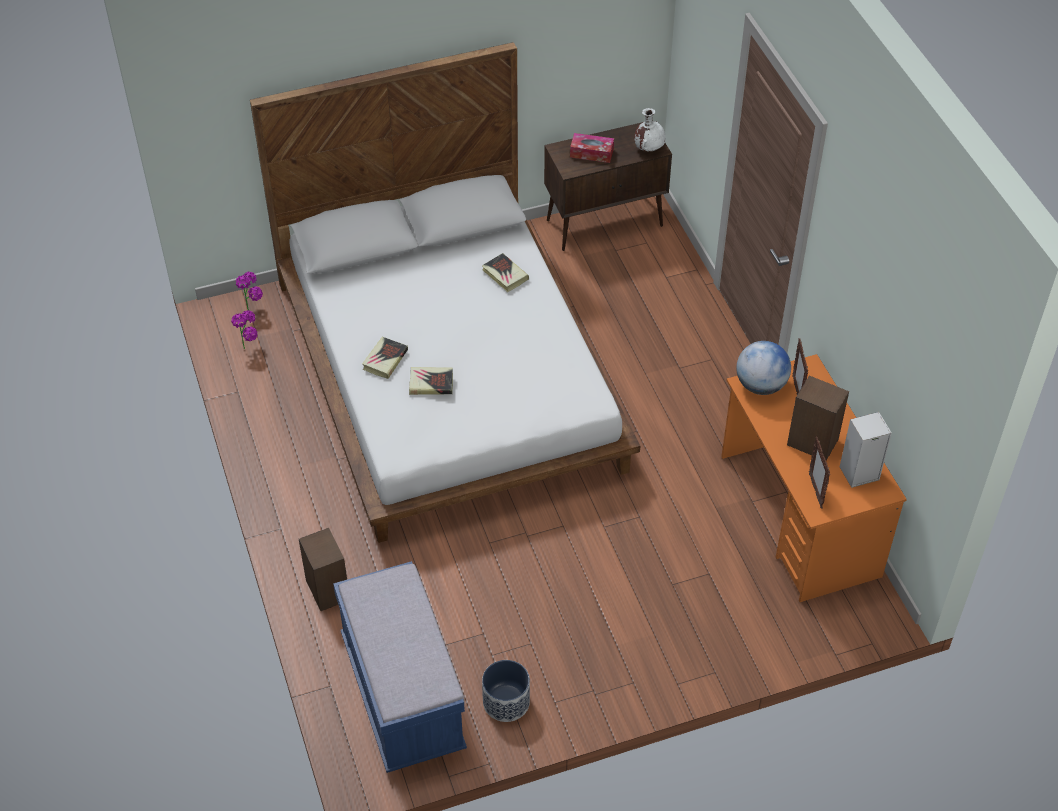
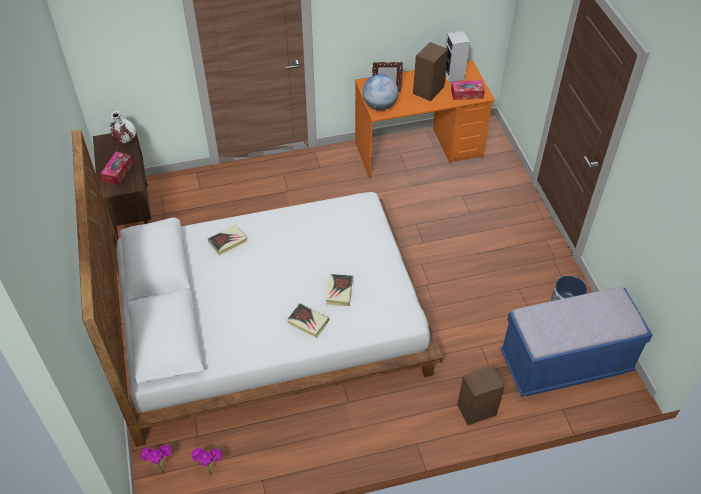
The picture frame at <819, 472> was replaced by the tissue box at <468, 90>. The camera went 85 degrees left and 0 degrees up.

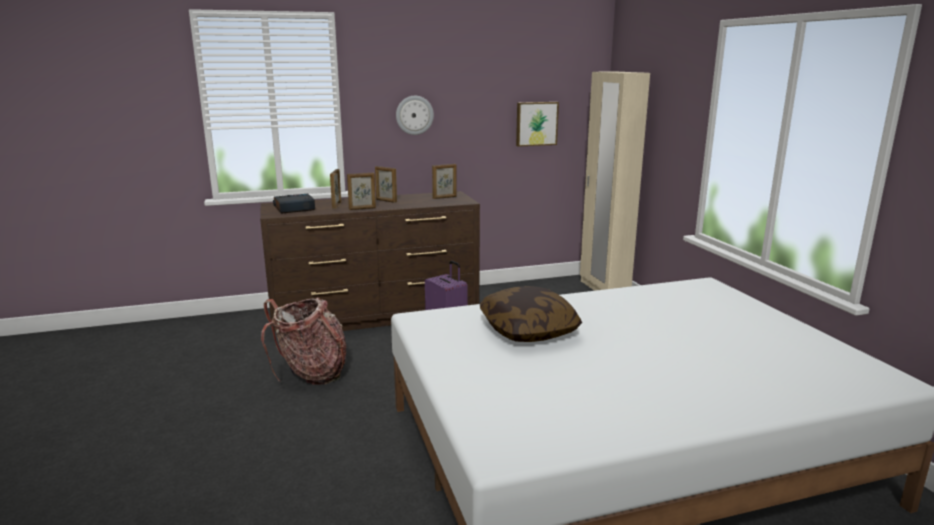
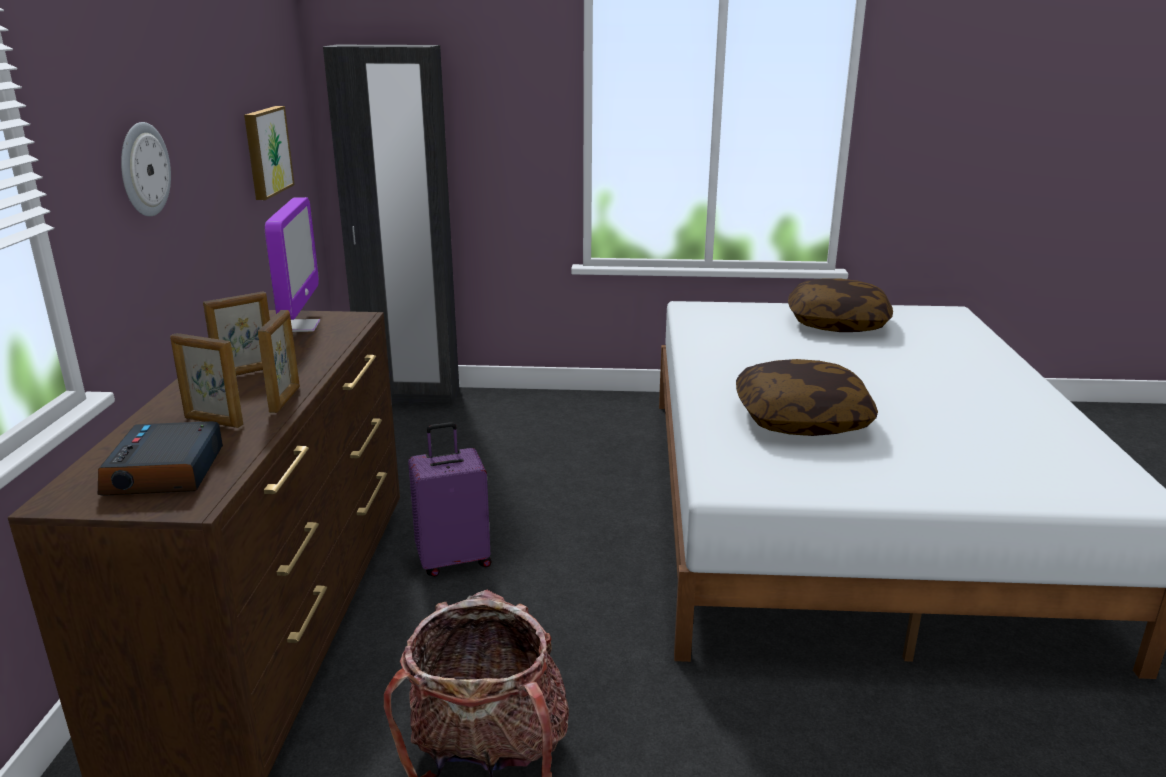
The picture frame at <444, 181> was replaced by the computer display at <292, 264>. The clothes cupboard/beige-coloured at <615, 181> became the clothes cupboard/black at <391, 225>. The throw pillow at <840, 305> appeared. The camera went 70 degrees left and 5 degrees up.

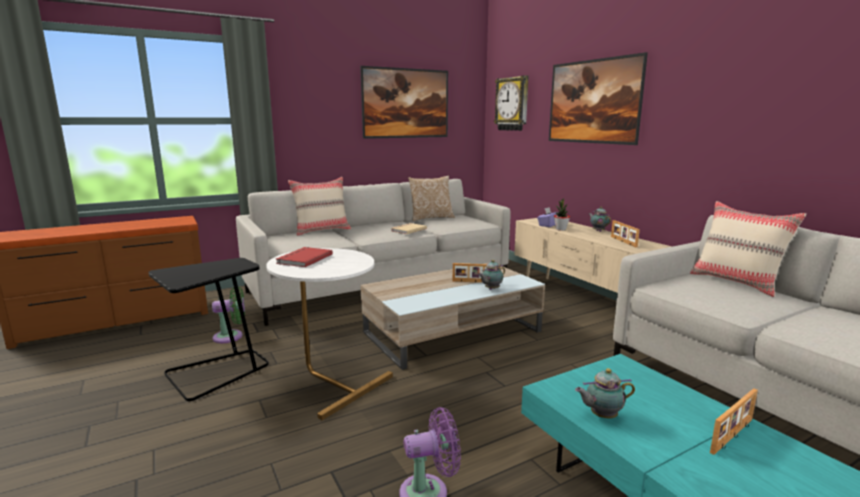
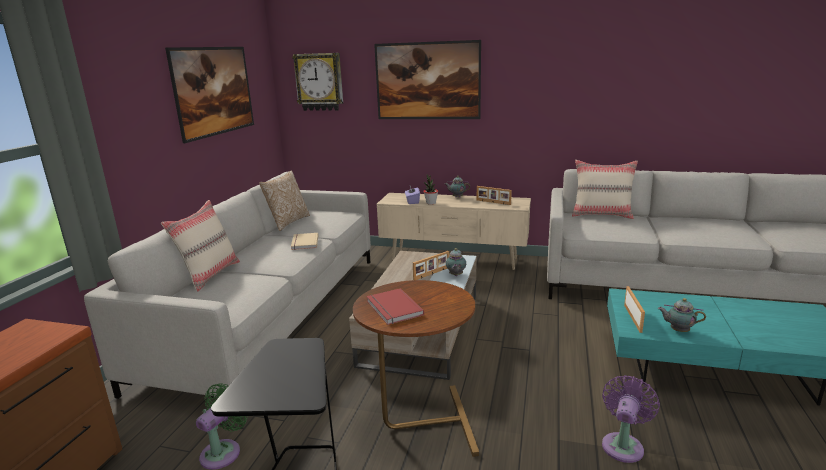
The end table/white at <329, 334> became the end table/brownish at <416, 368>. The teapot at <605, 393> turned 75 degrees clockwise. The picture frame moved from <734, 421> to <634, 309>. The camera went 45 degrees left and 5 degrees up.

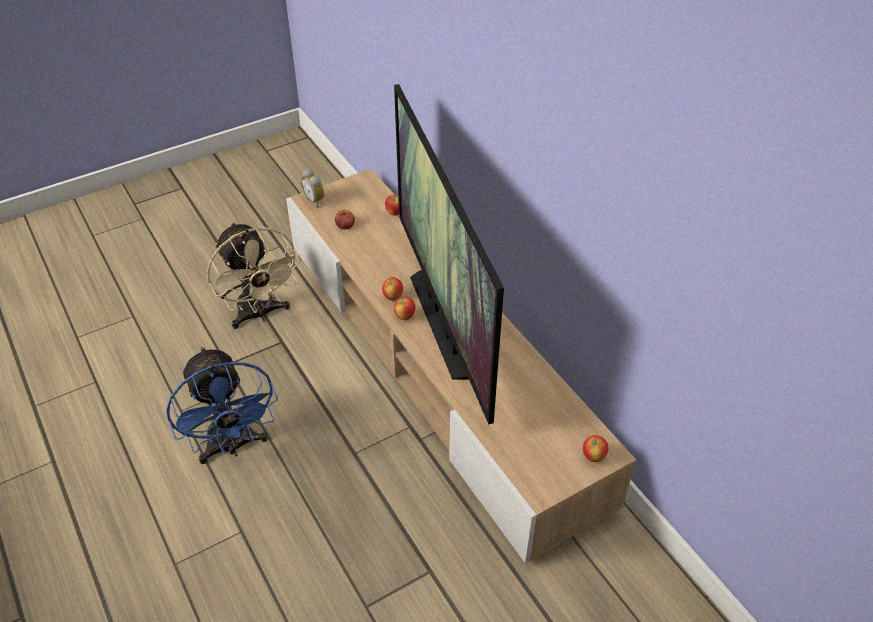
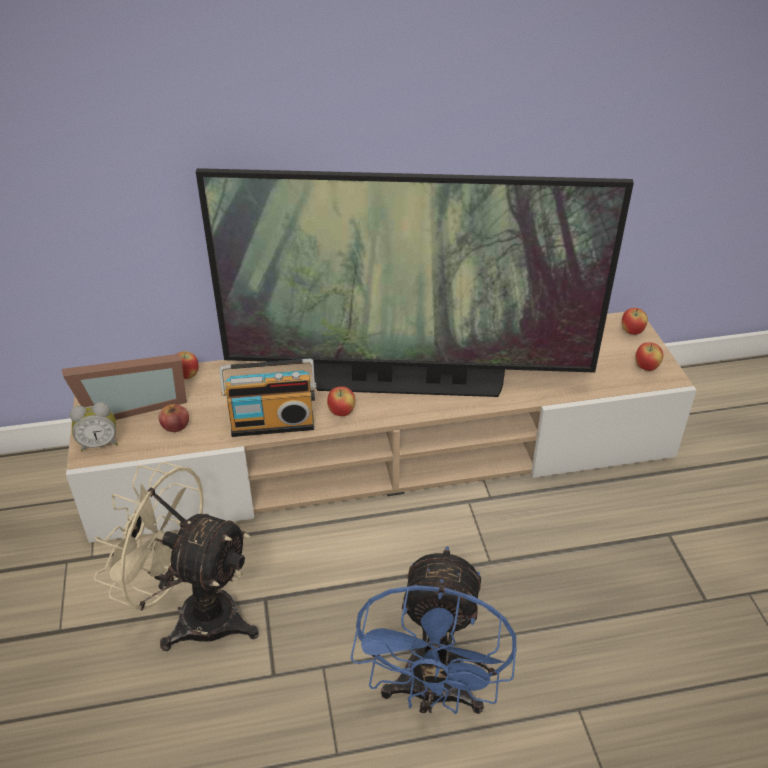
The fan/bluish at <222, 405> turned 105 degrees clockwise. The fan/beige-coloured at <254, 275> turned 150 degrees counterclockwise. The apple fruit moved from <405, 308> to <649, 356>. The picture frame at <124, 387> appeared. The radio set at <268, 398> appeared. The camera went 70 degrees left and 5 degrees down.

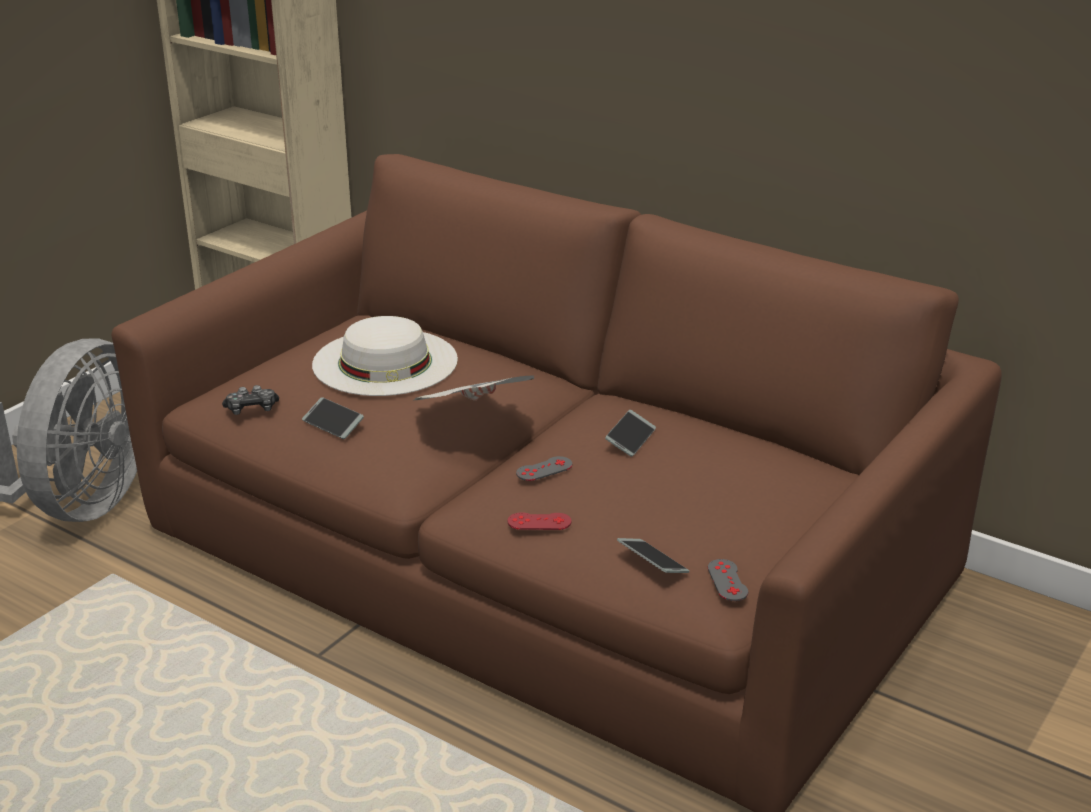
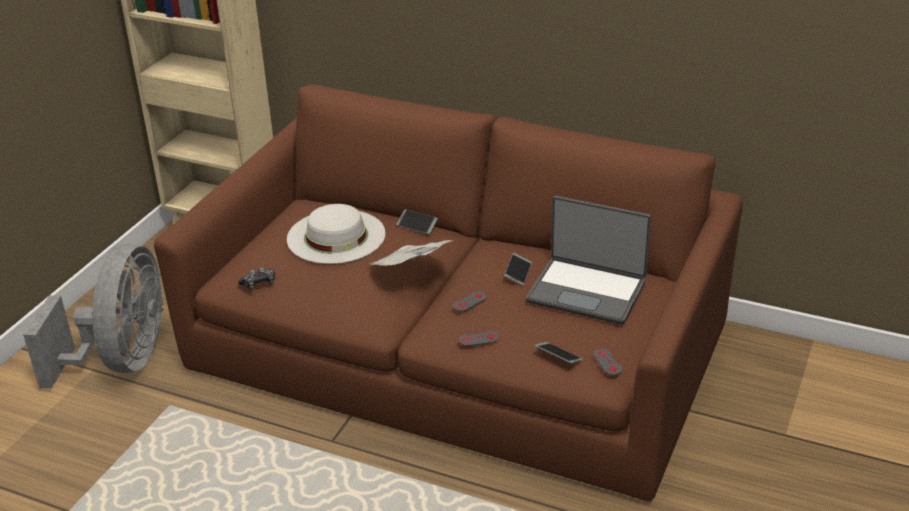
The phone moved from <333, 418> to <417, 221>. The gamepad/red at <539, 521> became the gamepad/grey at <479, 338>. The laptop at <588, 260> appeared. The camera went 10 degrees left and 5 degrees up.

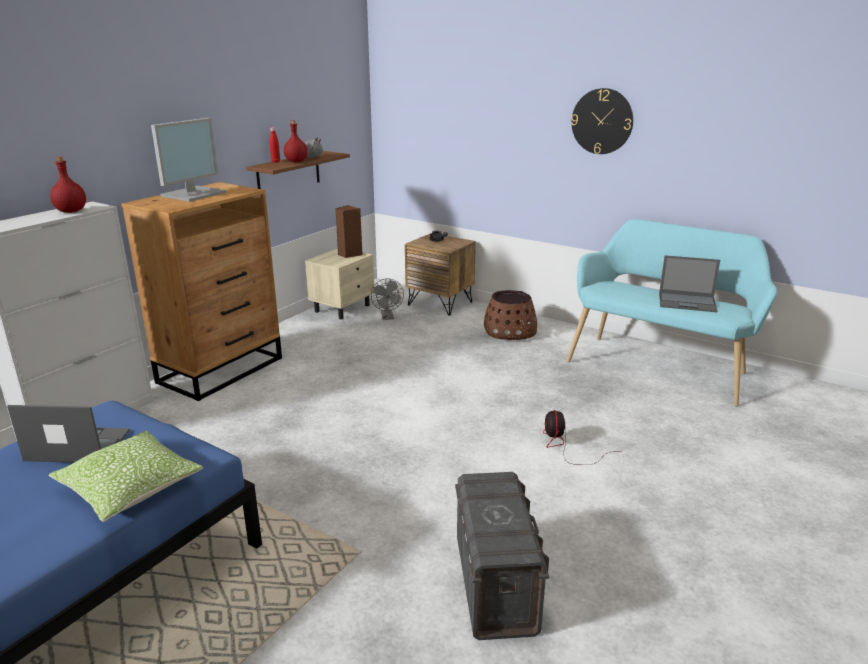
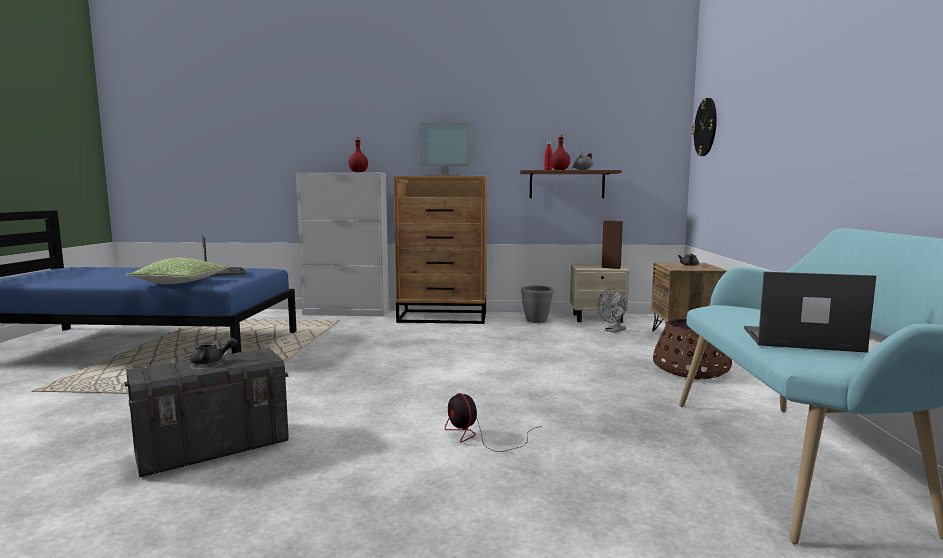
The fan at <579, 437> turned 90 degrees counterclockwise. The clock on the wall moved from <602, 121> to <704, 127>. The laptop at <689, 283> turned 120 degrees clockwise. The teapot/grey at <213, 351> appeared. The planter/grey at <537, 304> appeared. The camera went 60 degrees right and 15 degrees down.

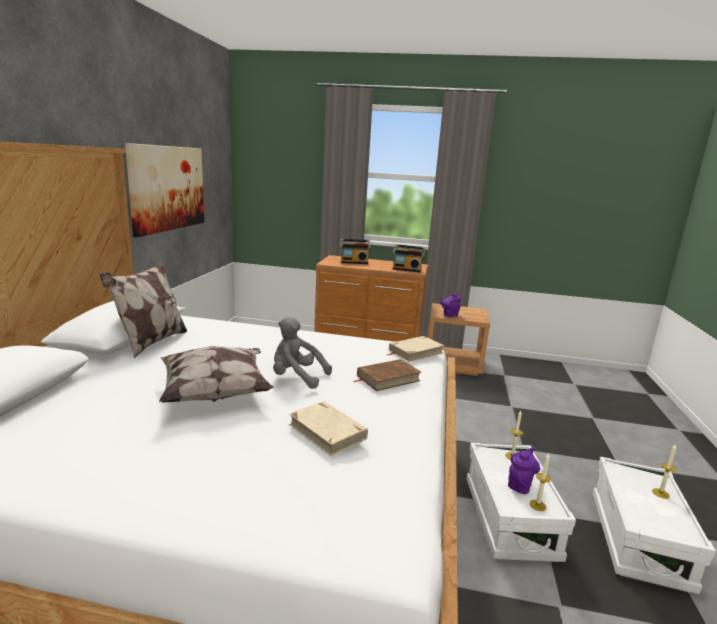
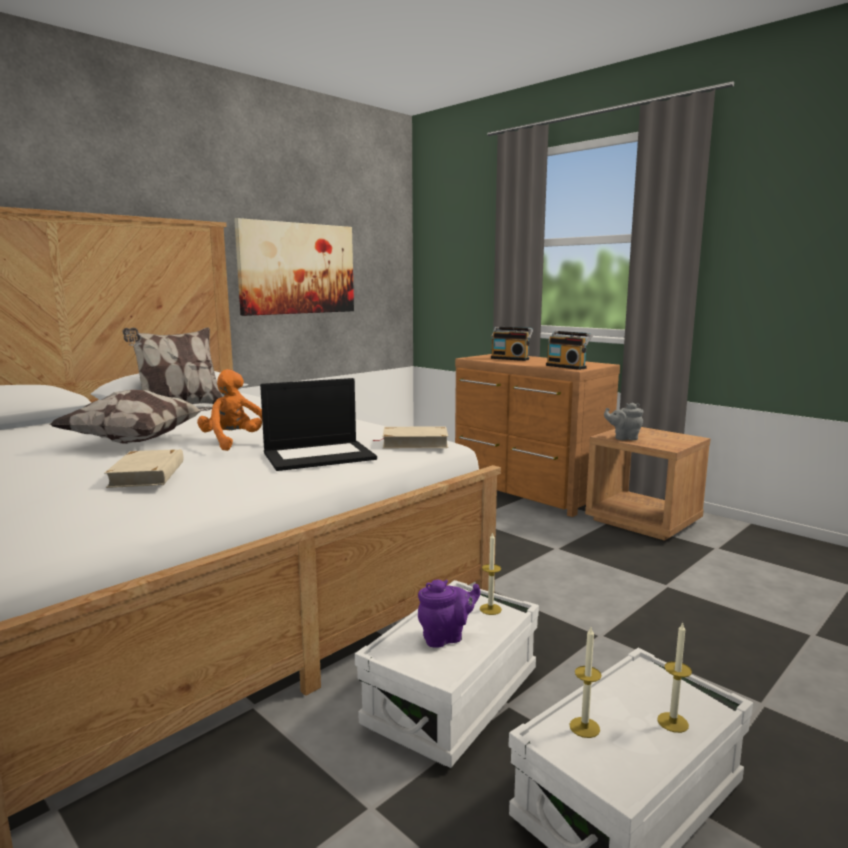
The soft toy/grey at <302, 353> became the soft toy/orangey at <229, 410>. The book/brownish at <387, 375> was replaced by the laptop at <318, 424>. The teapot/purple-coloured at <450, 305> became the teapot/grey at <623, 421>. The wax candle moved from <540, 482> to <586, 682>. The camera went 35 degrees right and 5 degrees down.

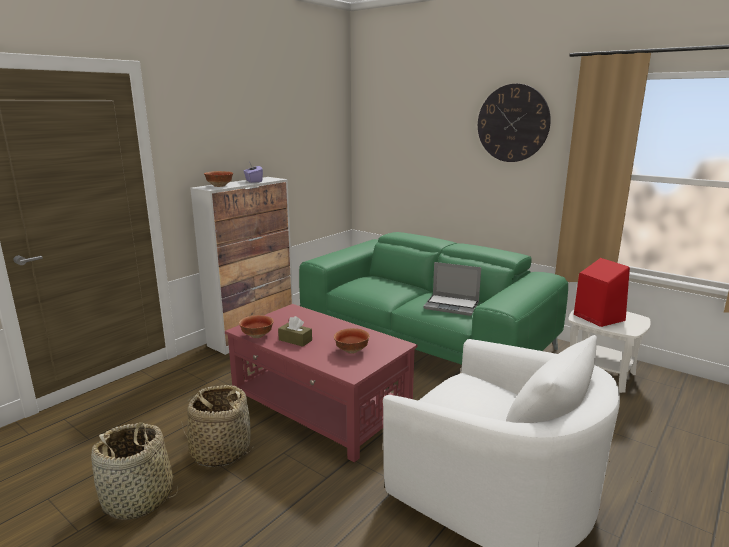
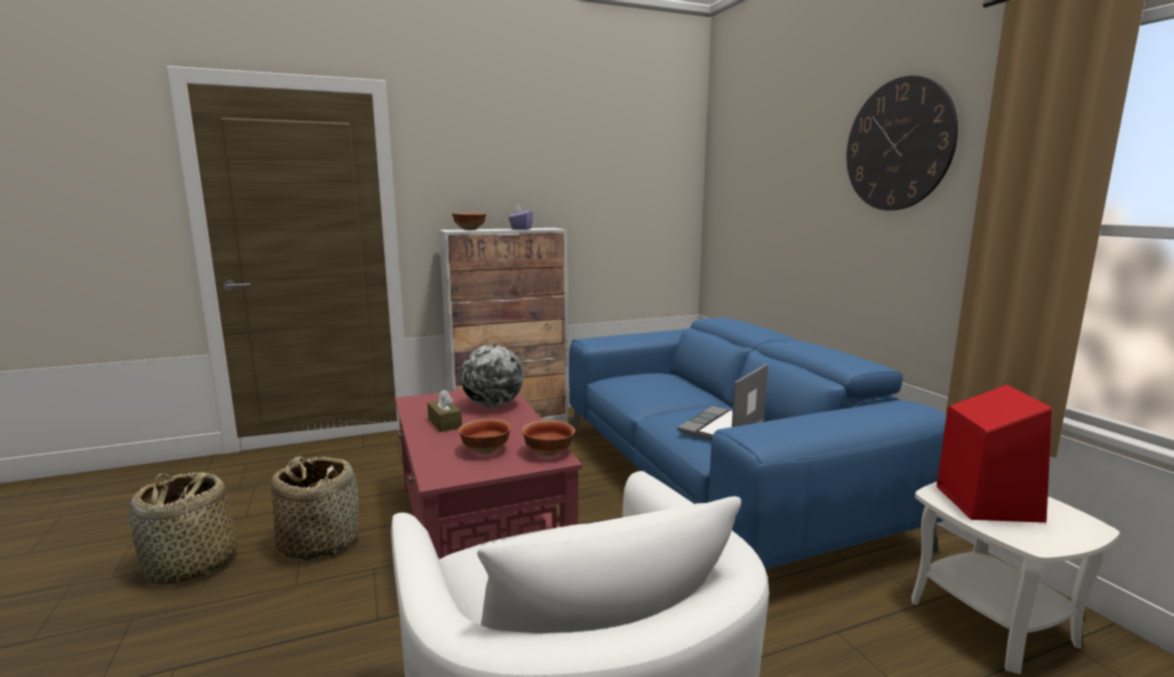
The bowl moved from <256, 326> to <548, 438>. The couch/green-coloured at <433, 298> became the couch/bluish at <758, 443>. The laptop at <452, 289> turned 75 degrees clockwise. The desk globe at <492, 376> appeared. The camera went 30 degrees right and 5 degrees down.

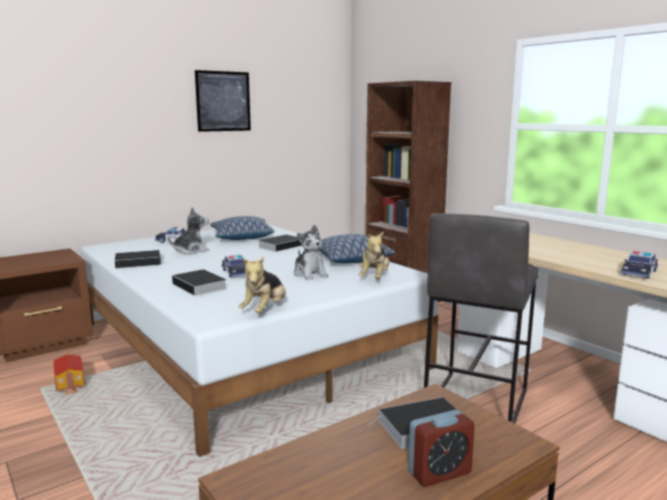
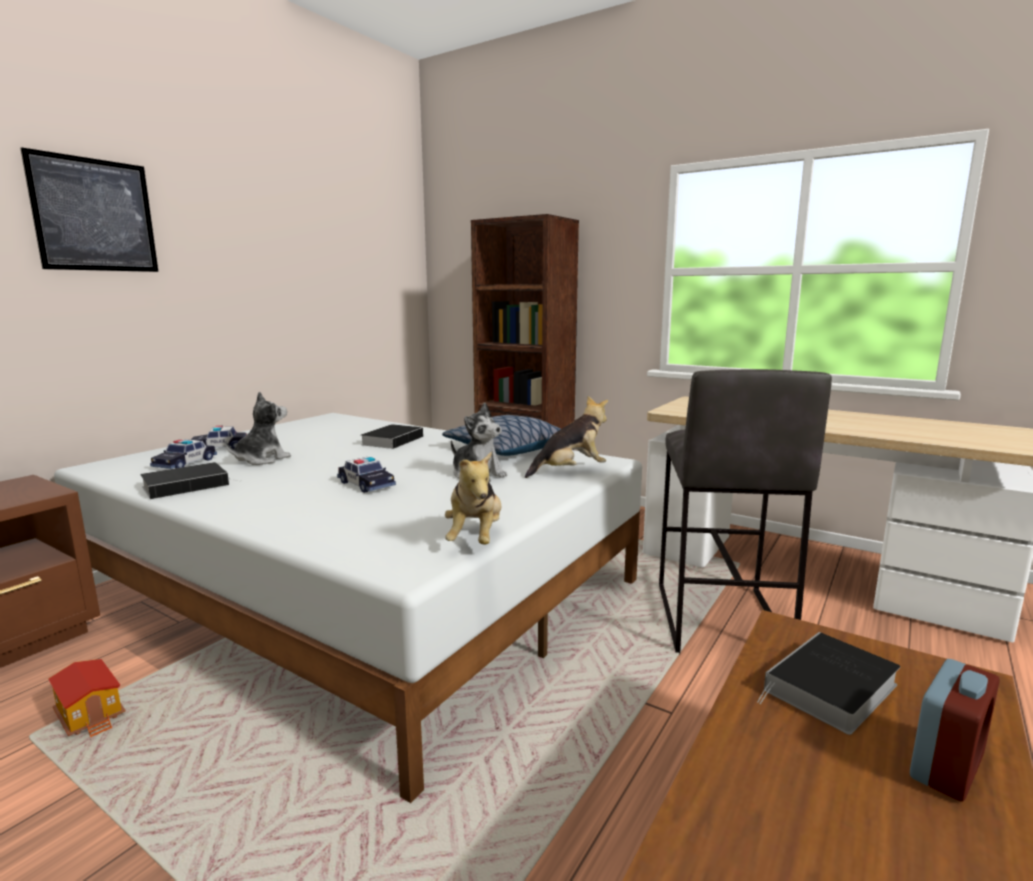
The book at <199, 283> disappeared. The wall picture moved from <223, 101> to <89, 209>. The throw pillow at <242, 228> disappeared. The soft toy at <374, 255> turned 105 degrees counterclockwise. The model car moved from <639, 265> to <183, 454>. The camera went 20 degrees left and 0 degrees up.

